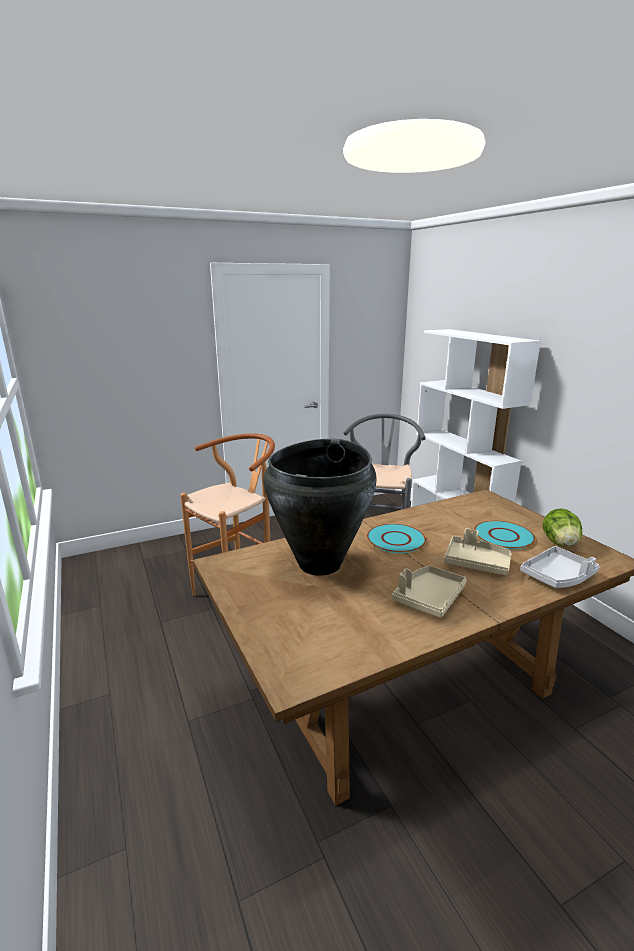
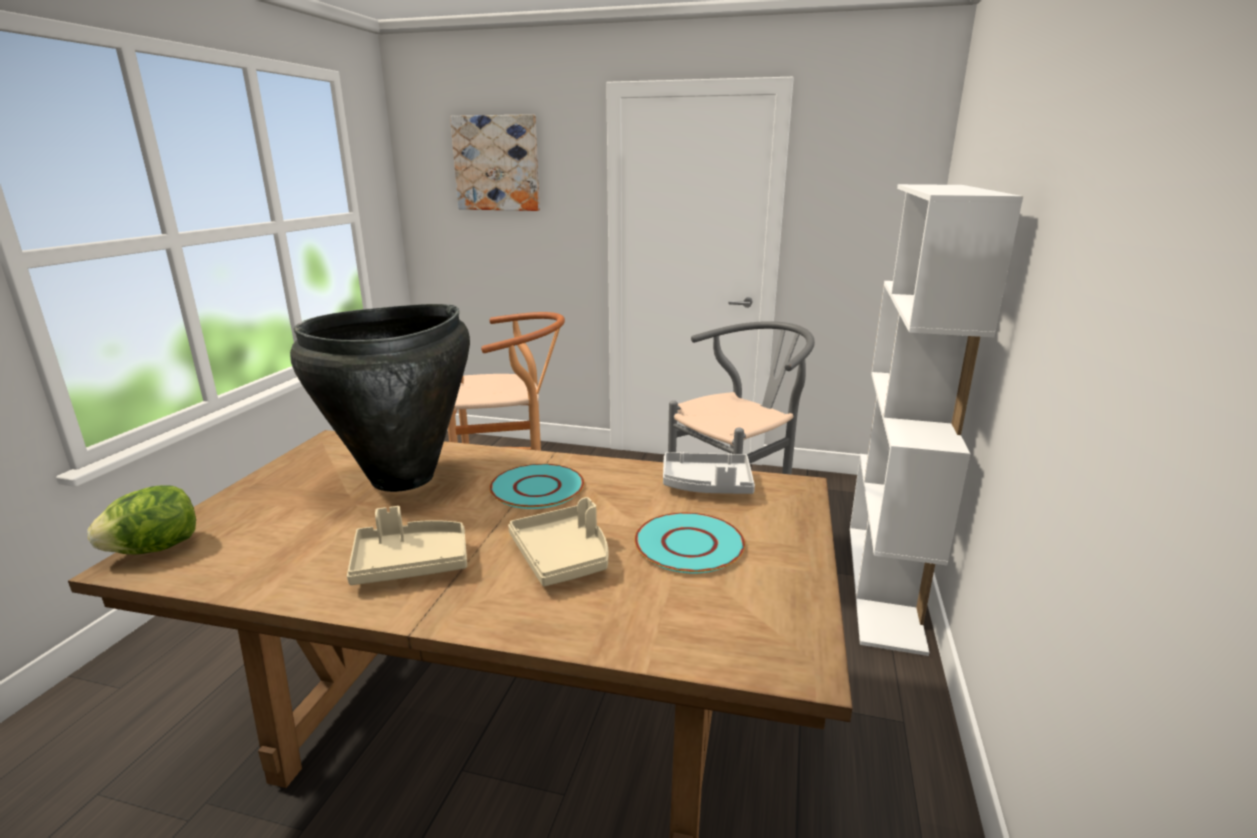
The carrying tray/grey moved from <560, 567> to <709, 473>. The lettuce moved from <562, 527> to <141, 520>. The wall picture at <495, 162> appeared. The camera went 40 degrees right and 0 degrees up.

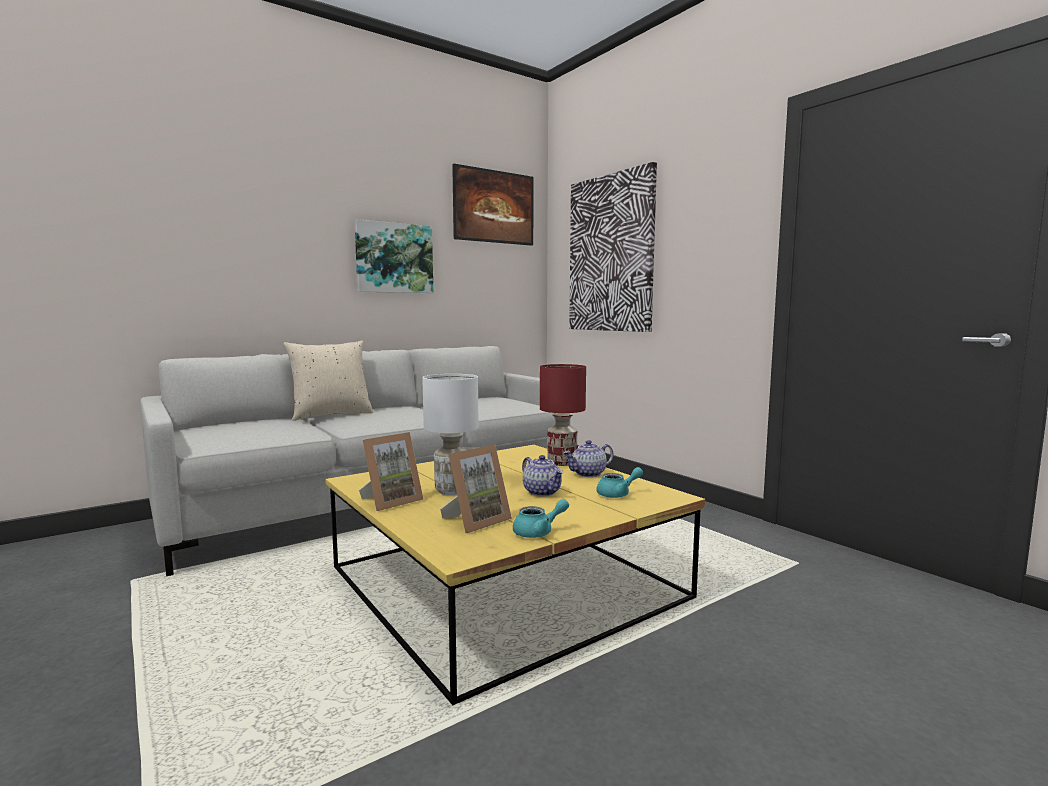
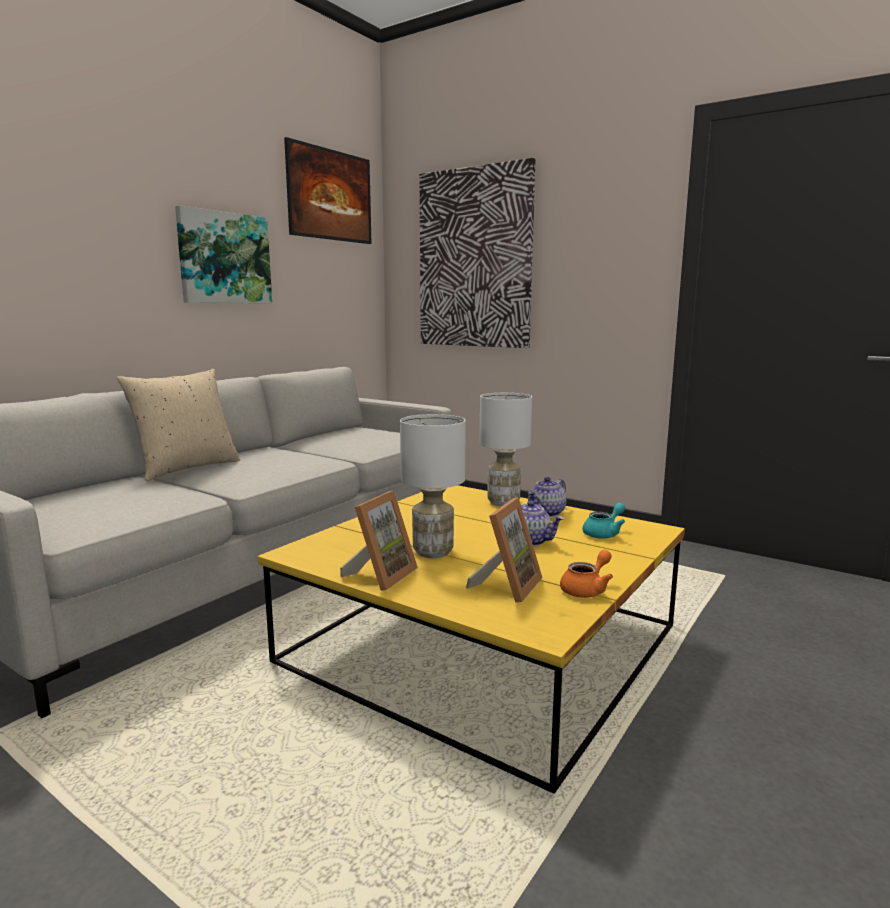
The teapot/turquoise-coloured at <541, 518> became the teapot/orangey at <586, 574>. The tabletop lamp/red at <563, 415> became the tabletop lamp/white at <505, 449>. The camera went 20 degrees left and 5 degrees up.

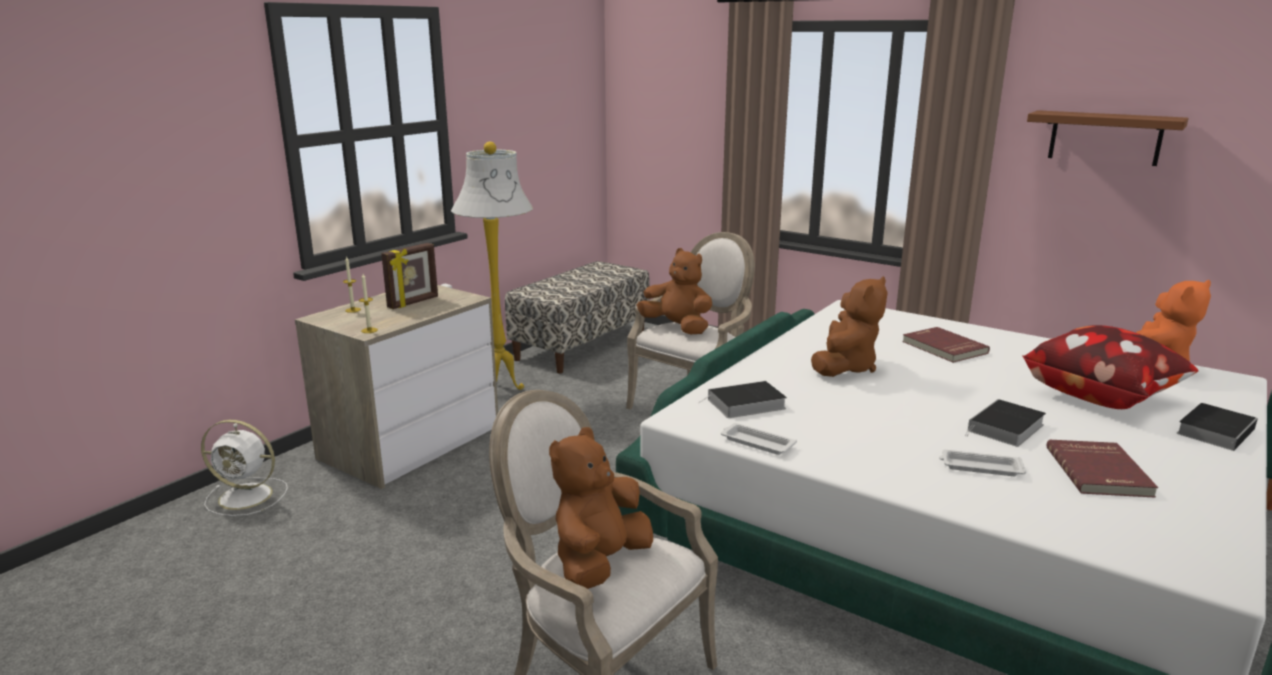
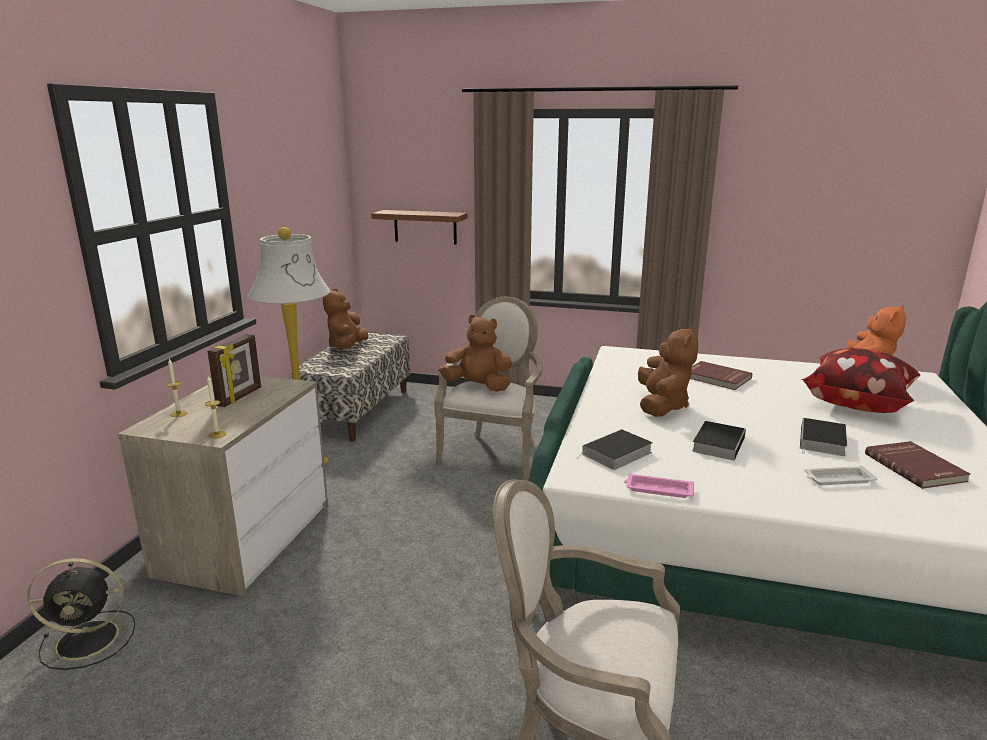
The fan/white at <244, 468> became the fan/black at <81, 614>. The soft toy/brownish moved from <601, 508> to <345, 319>. The carrying tray/white at <759, 439> became the carrying tray/pinkish at <659, 486>. The shelf/brownish moved from <1108, 138> to <419, 227>. The book moved from <1217, 427> to <719, 441>. The camera went 20 degrees left and 0 degrees up.

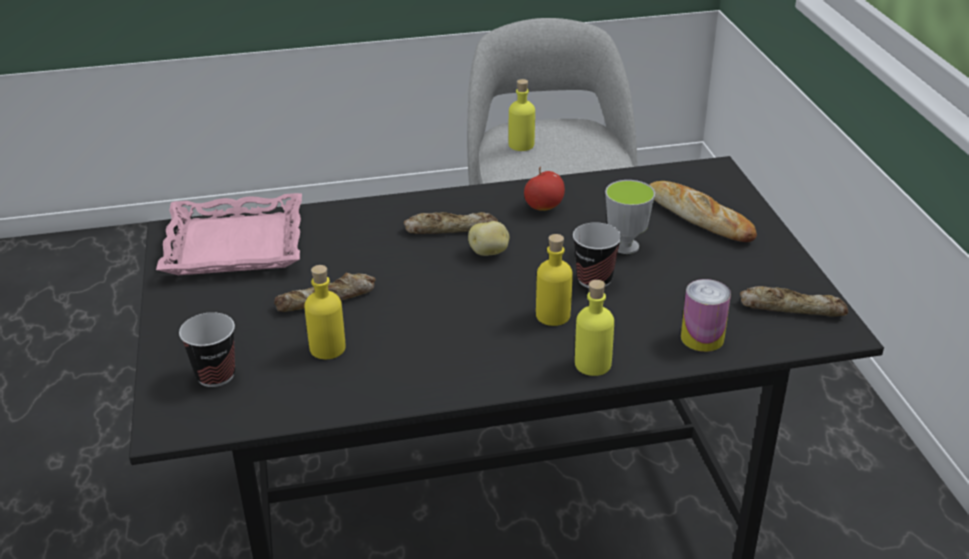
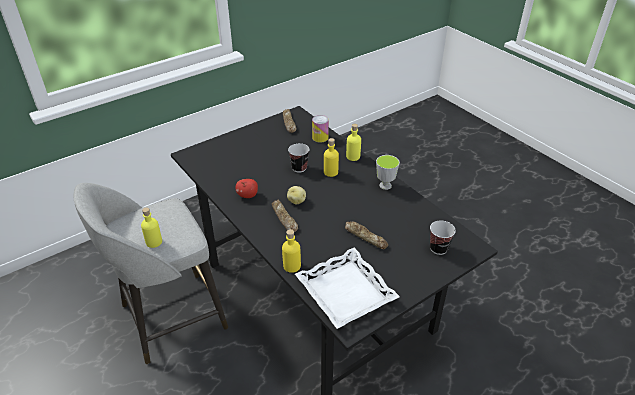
The carrying tray/pinkish at <229, 234> became the carrying tray/white at <347, 288>. The bottle/yellowish moved from <325, 312> to <291, 251>. The cup moved from <630, 217> to <388, 172>. The bakery bread at <703, 211> disappeared. The camera went 115 degrees left and 5 degrees up.

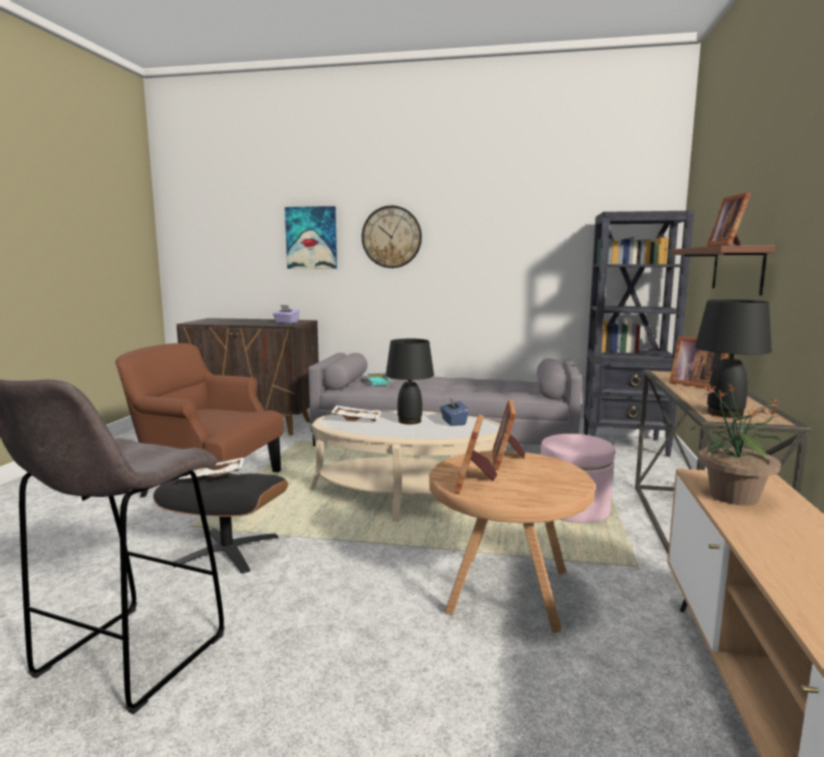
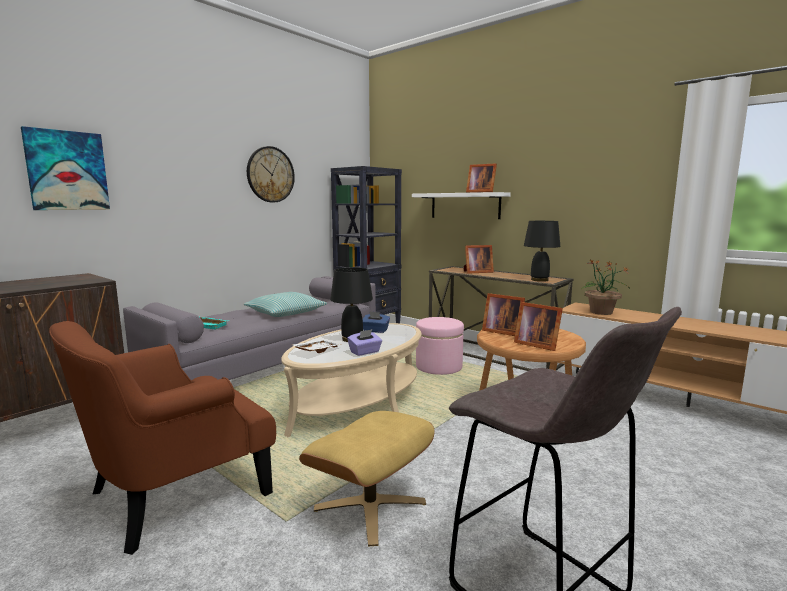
The pouffe/black at <220, 523> became the pouffe/beige-coloured at <367, 478>. The carrying tray/white at <212, 468> disappeared. The tissue box/purple-coloured moved from <286, 314> to <364, 342>. The clock on the wall moved from <392, 236> to <271, 174>. The shelf/brownish at <723, 270> became the shelf/white at <461, 205>. The throw pillow at <285, 304> appeared. The camera went 60 degrees left and 0 degrees up.

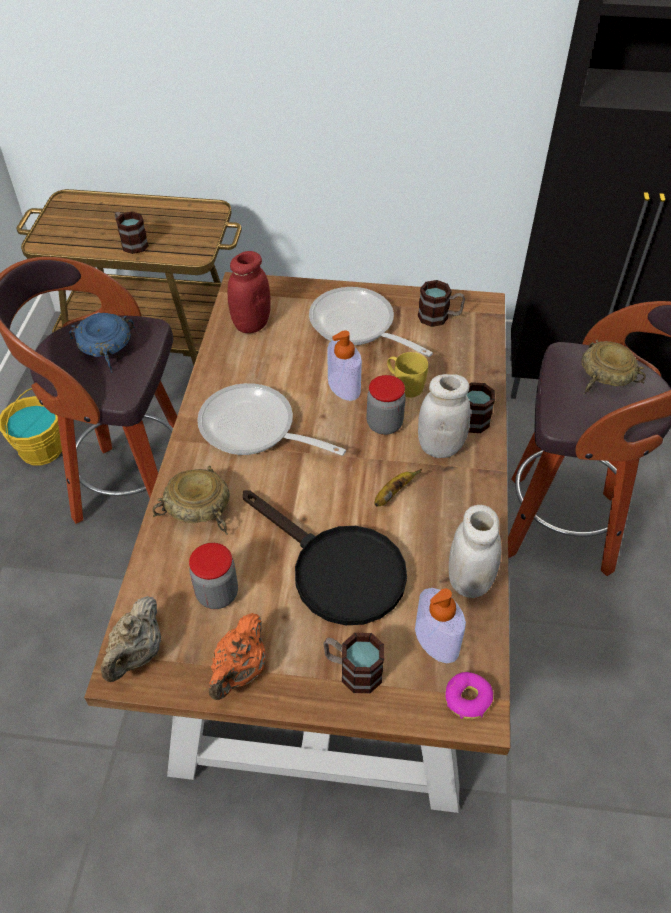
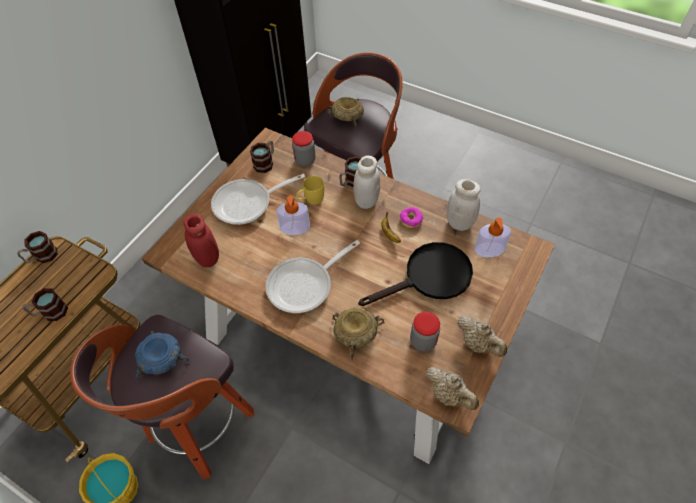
The teapot/orangey at <237, 656> became the teapot/beige-coloured at <482, 336>. The coffee mug moved from <353, 663> to <37, 247>. The jar moved from <386, 405> to <304, 148>. The donut moved from <469, 696> to <411, 217>. The camera went 65 degrees left and 5 degrees up.

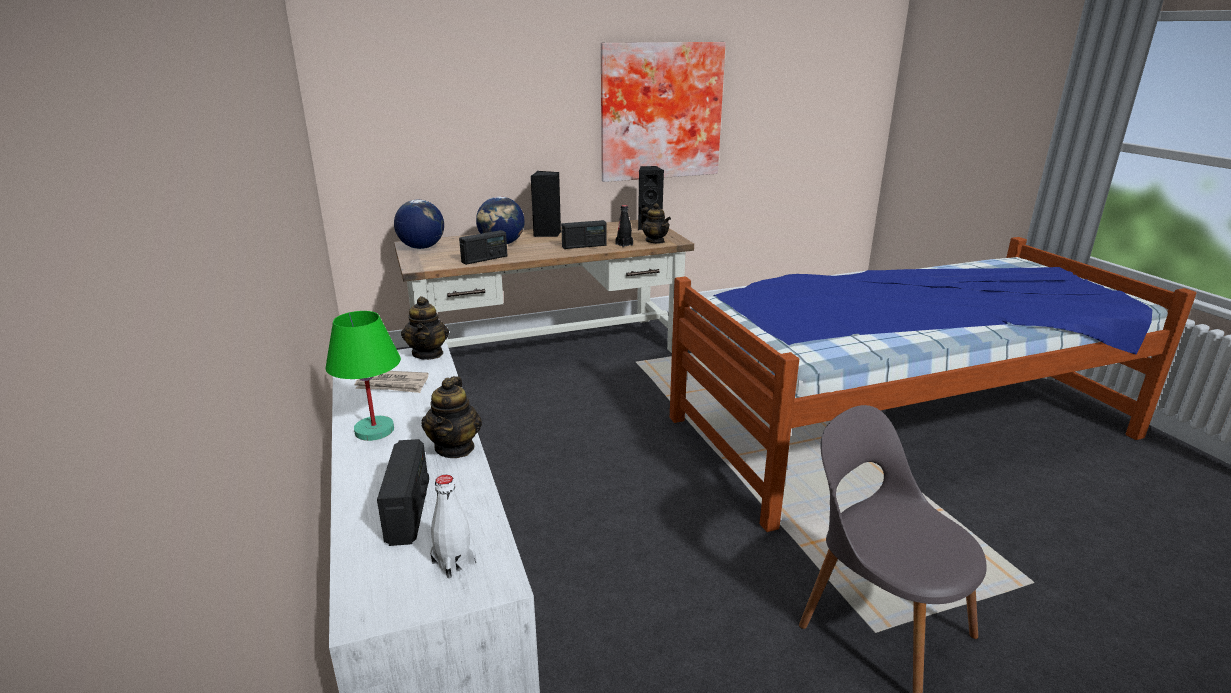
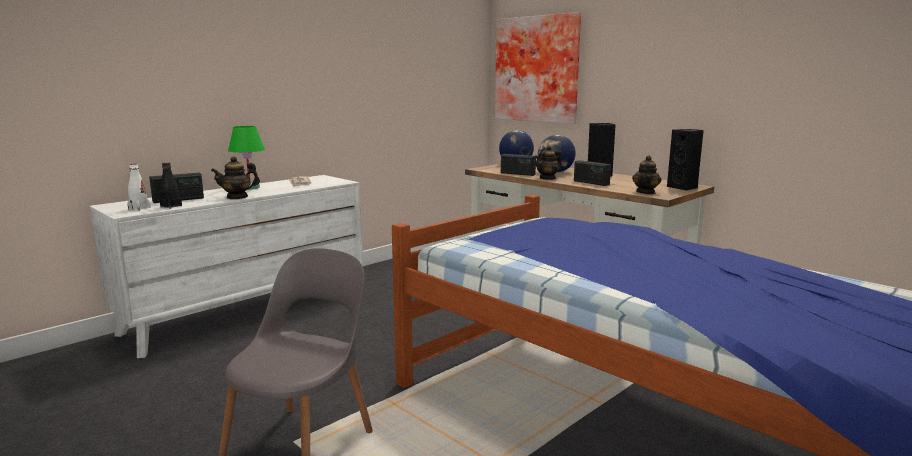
The teapot moved from <425, 328> to <548, 163>. The wall picture moved from <663, 112> to <538, 68>. The bottle/black moved from <624, 226> to <171, 185>. The camera went 65 degrees right and 10 degrees down.

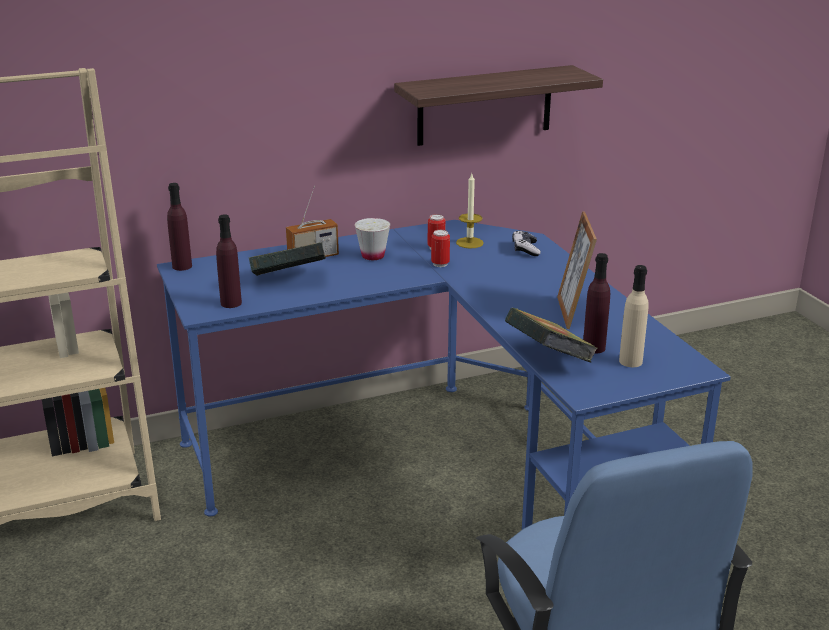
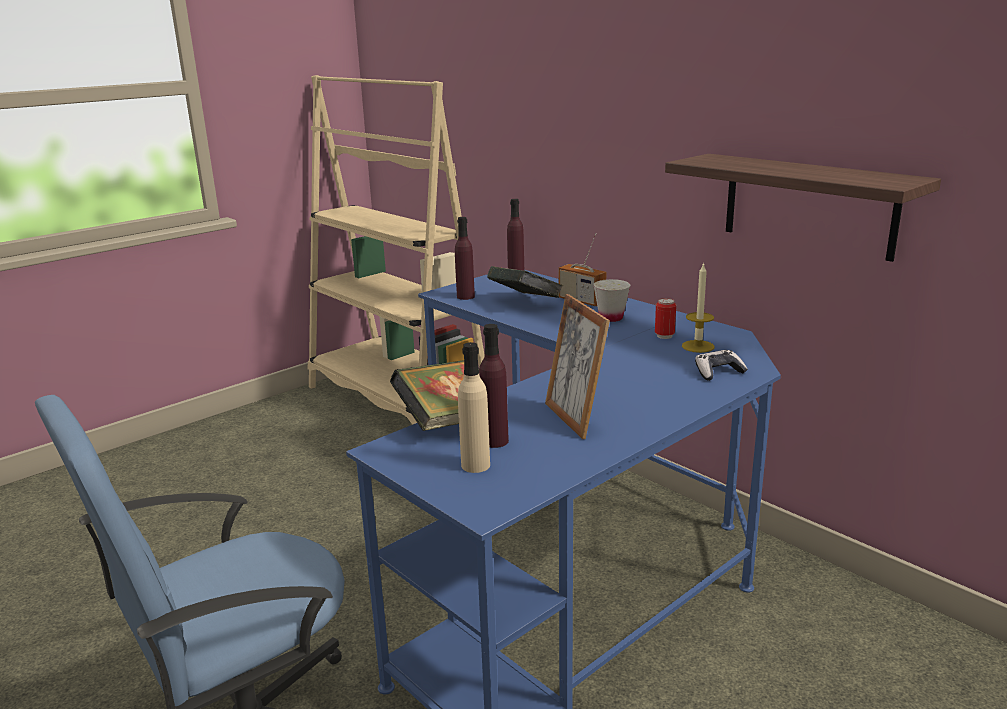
The sealed can at <440, 248> disappeared. The picture frame at <577, 270> turned 90 degrees counterclockwise. The camera went 70 degrees right and 5 degrees down.

